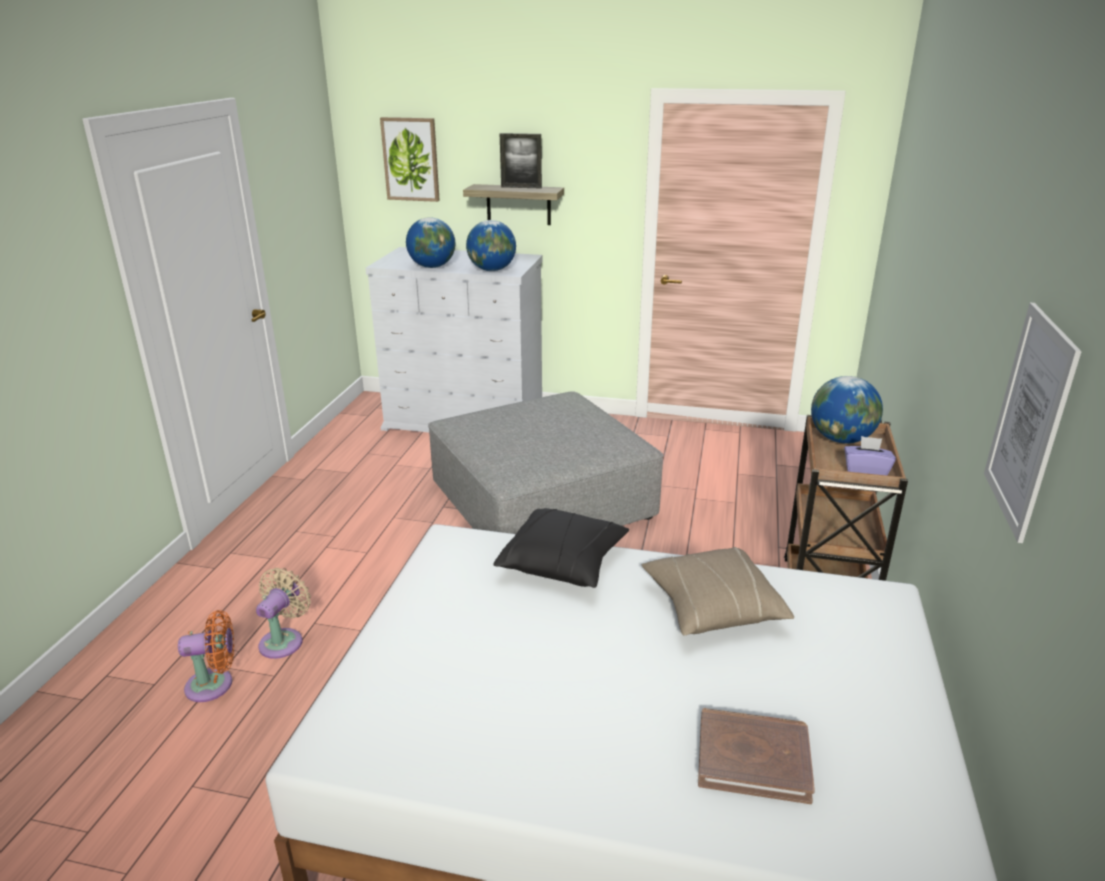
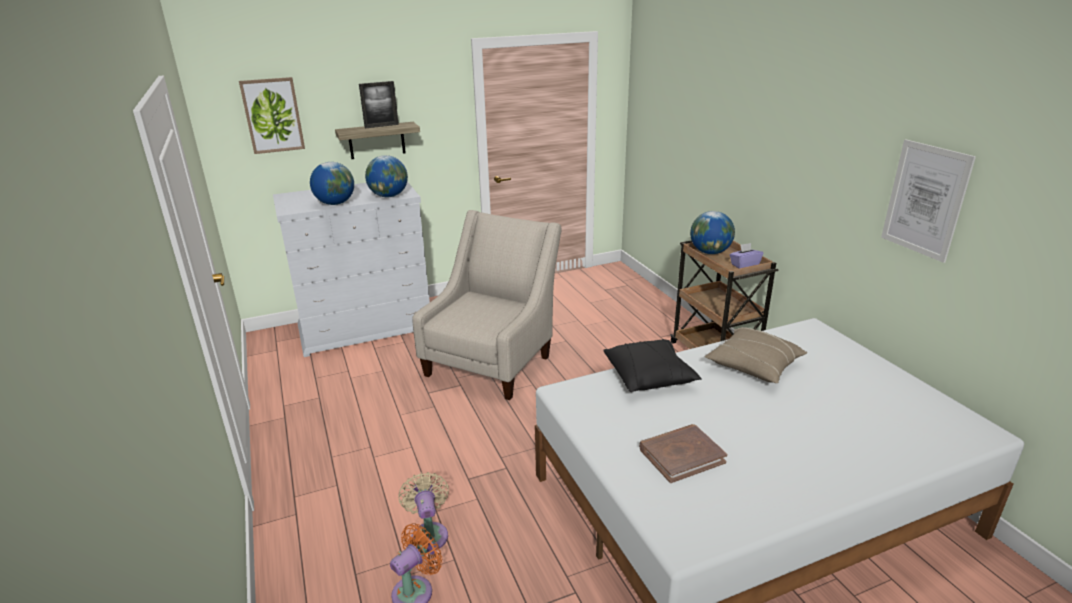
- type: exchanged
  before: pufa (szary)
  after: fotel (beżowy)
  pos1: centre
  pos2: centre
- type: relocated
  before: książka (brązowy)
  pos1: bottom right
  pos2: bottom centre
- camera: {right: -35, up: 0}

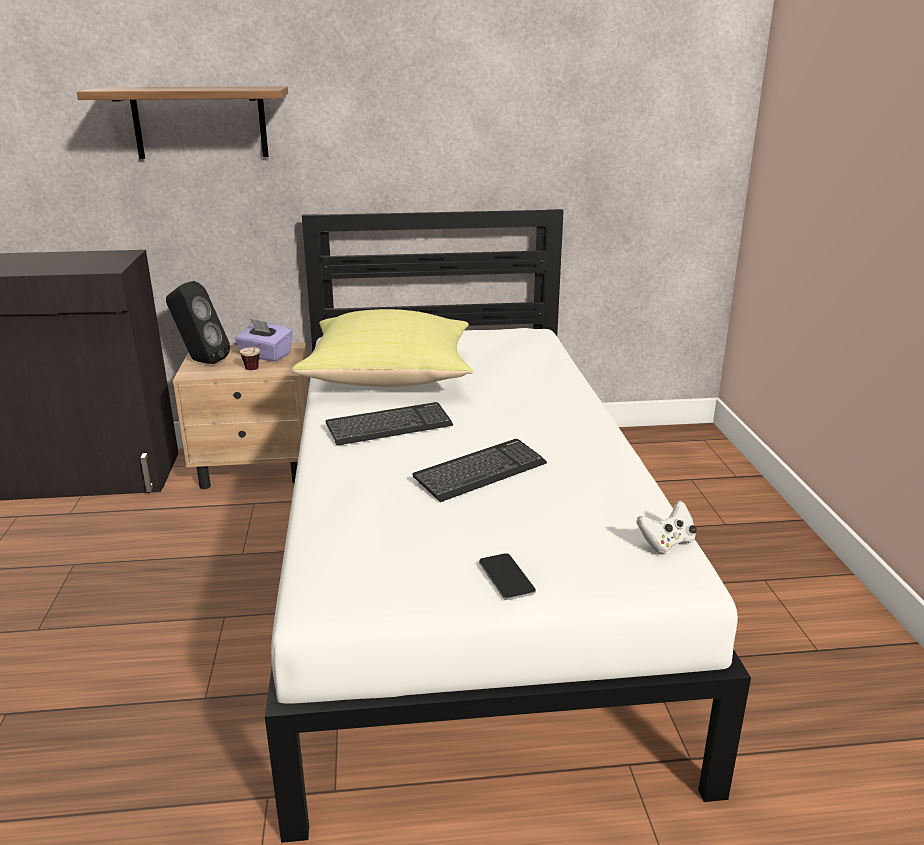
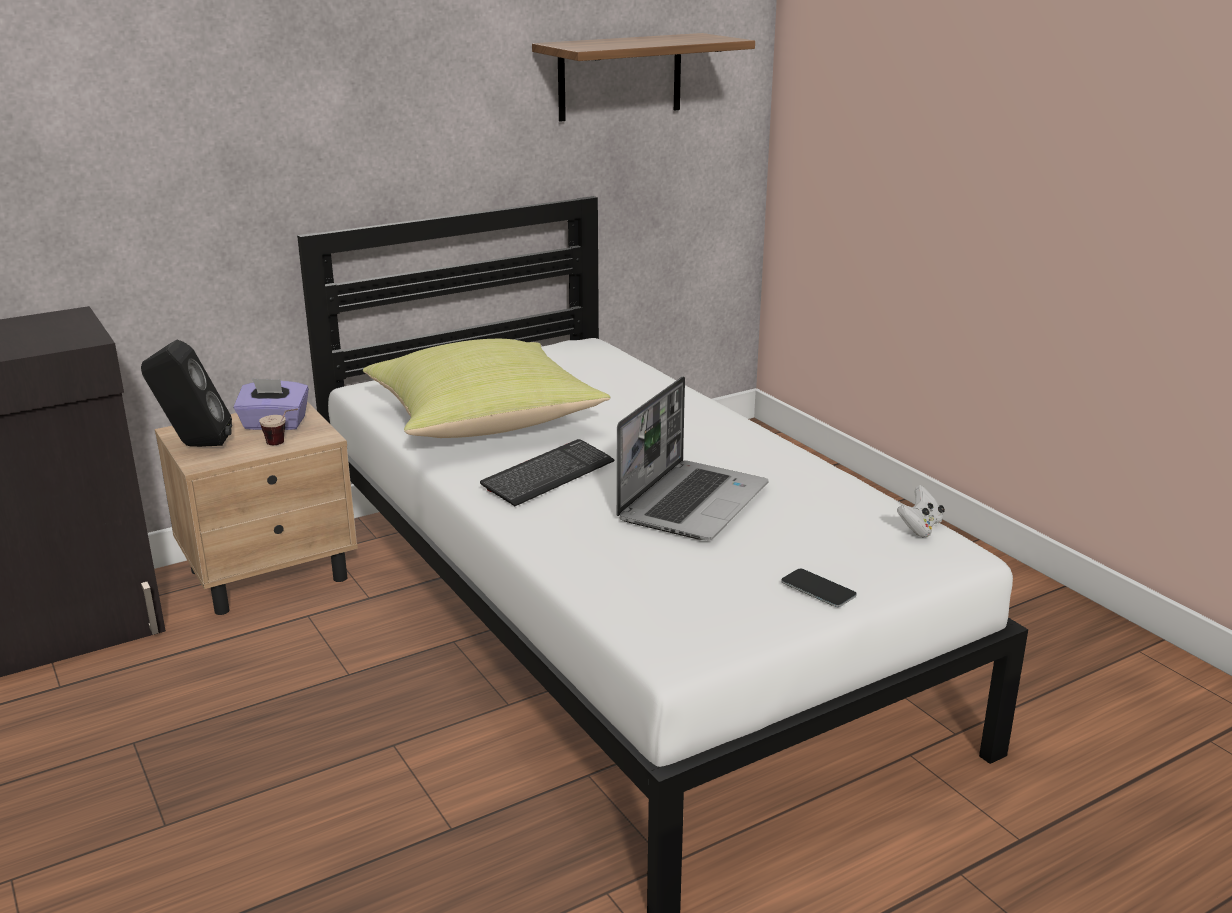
- type: relocated
  before: półka
  pos1: top left
  pos2: top centre
- type: exchanged
  before: klawiatura (no. 2 from left)
  after: laptop
  pos1: centre
  pos2: centre
- camera: {right: -25, up: 0}

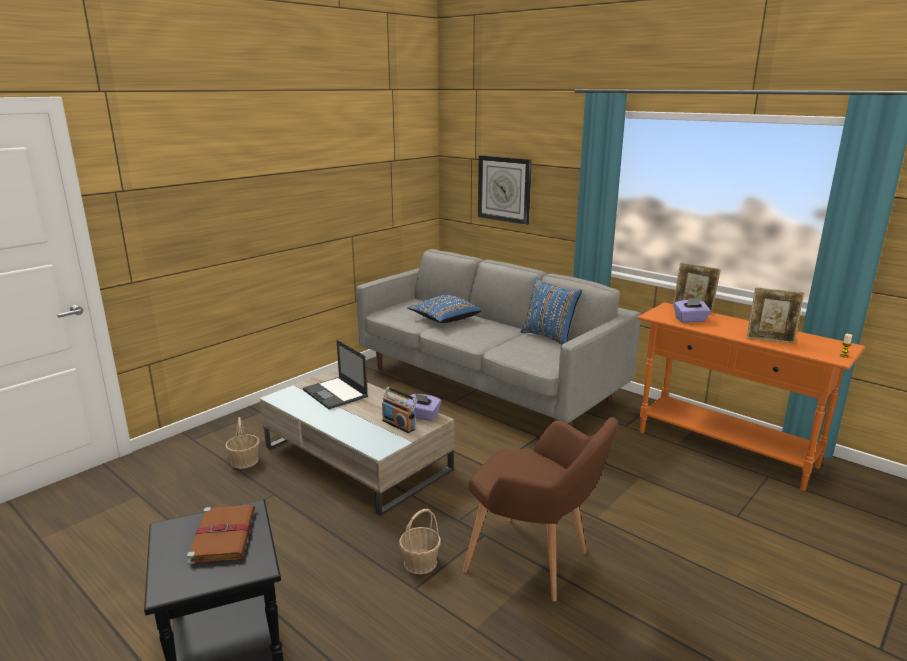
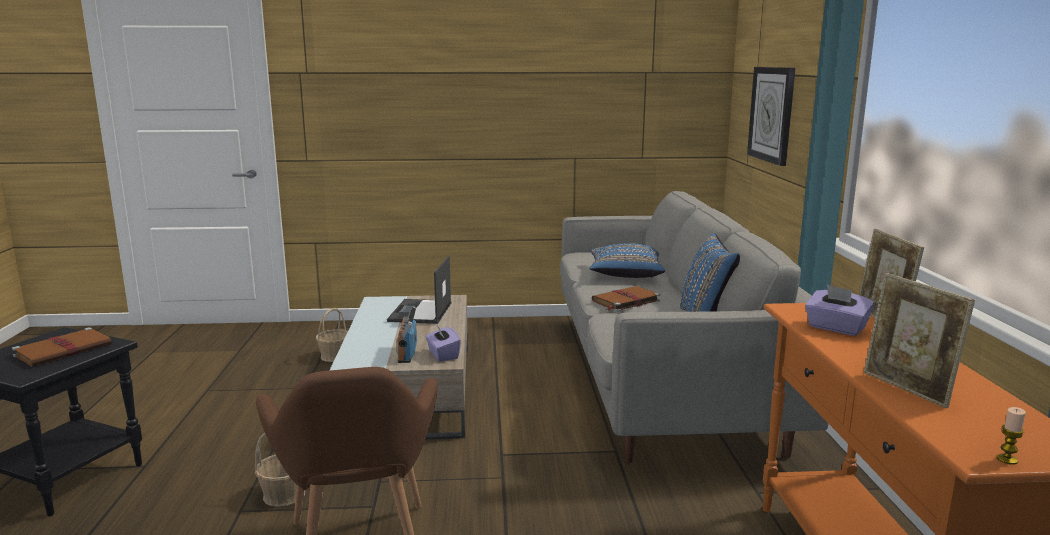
- type: appeared
  after: książka (brązowy) (no. 2 from left)
  pos2: centre
- camera: {right: 45, up: -5}

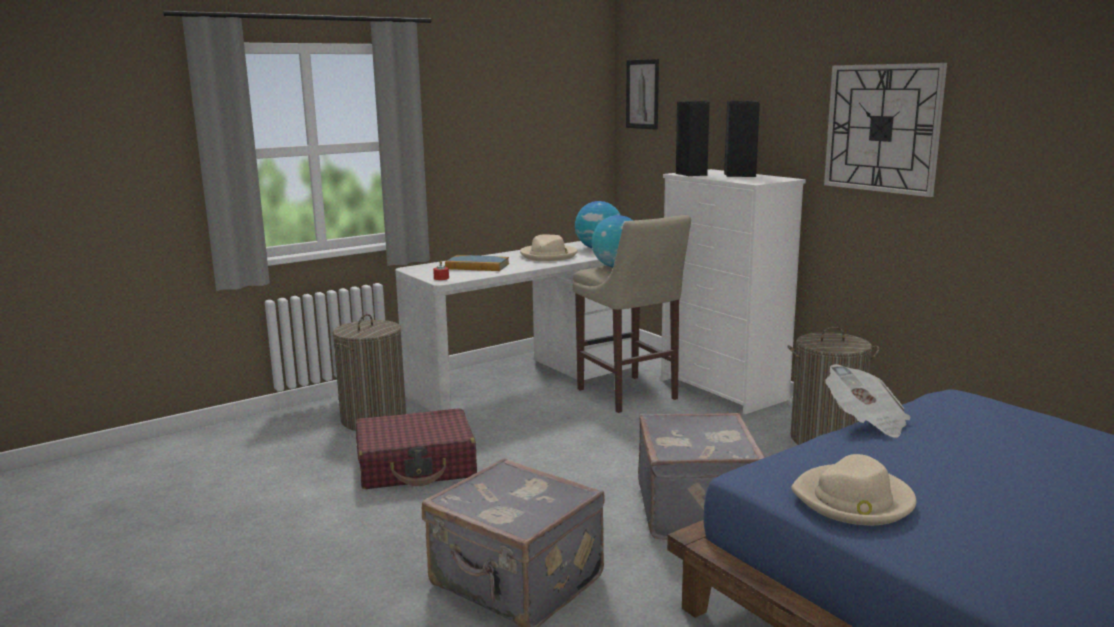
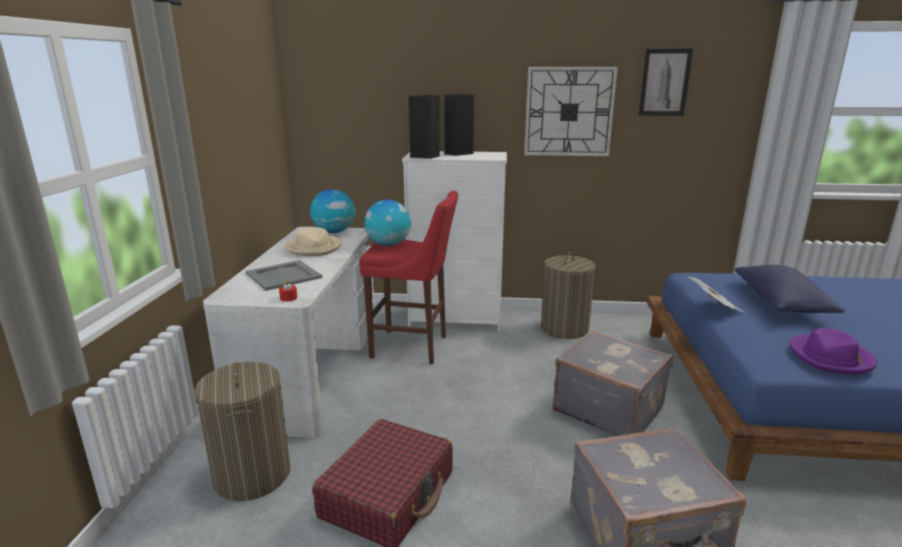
- type: exchanged
  before: książka
  after: taca (szary)
  pos1: centre
  pos2: middle left
- type: colour
  before: stołek (beżowy)
  after: stołek (czerwony)
  pos1: centre
  pos2: centre
- type: relocated
  before: obraz
  pos1: top centre
  pos2: top right
- type: appeared
  after: poduszka (niebieski)
  pos2: middle right
- type: colour
  before: kapelusz (beżowy) (no. 2 from left)
  after: kapelusz (fioletowy)
  pos1: bottom right
  pos2: middle right
- camera: {right: -50, up: 5}

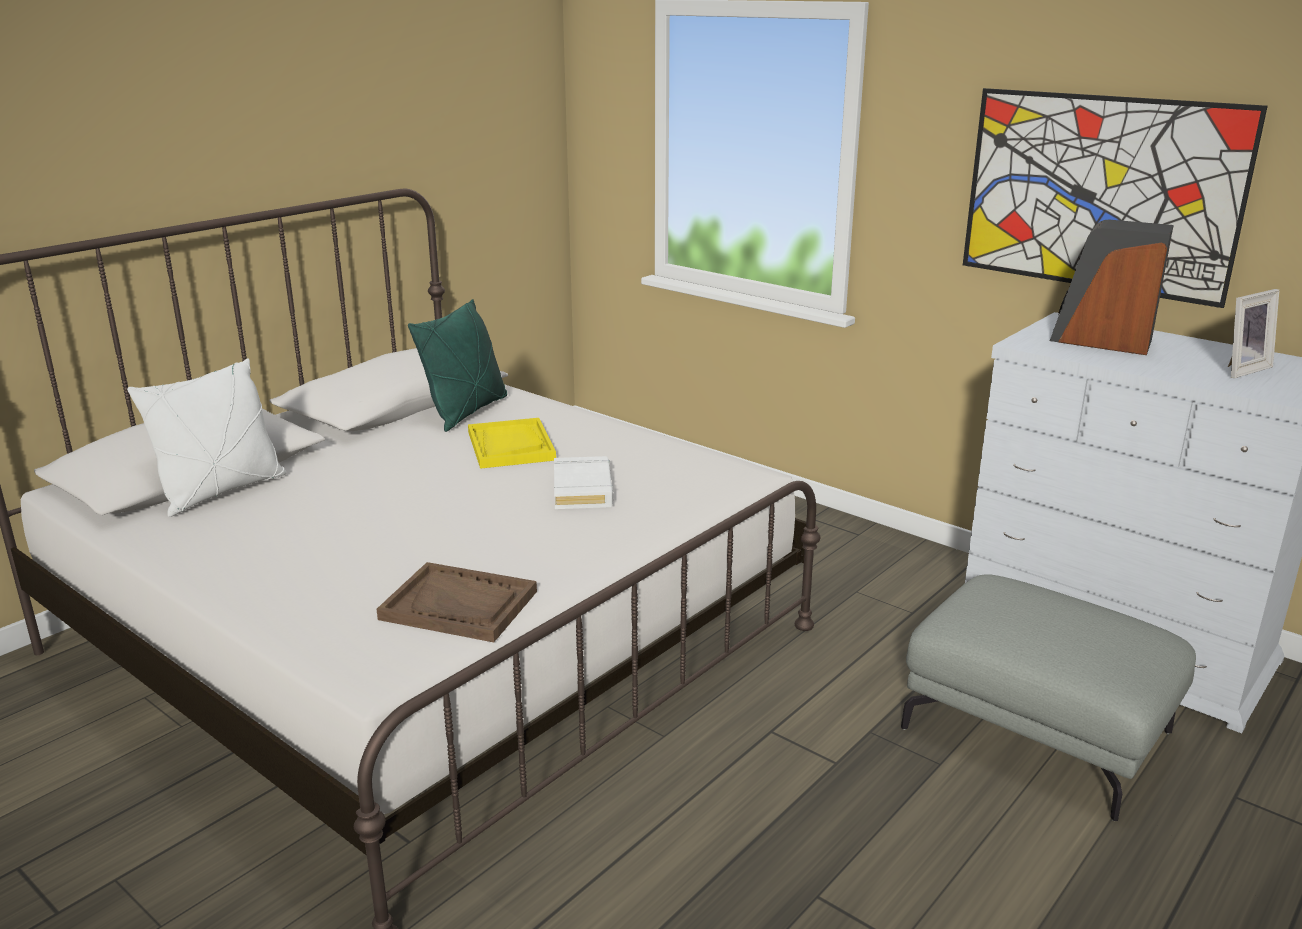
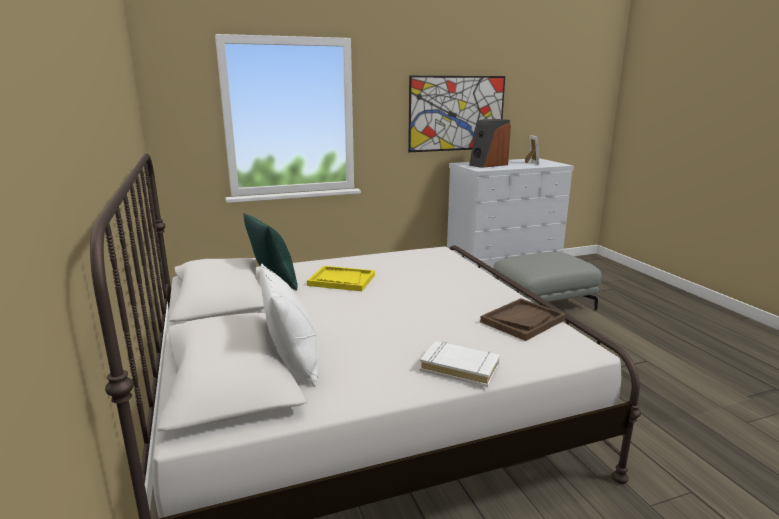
- type: relocated
  before: książka (biały)
  pos1: centre
  pos2: bottom centre
- camera: {right: -60, up: -5}

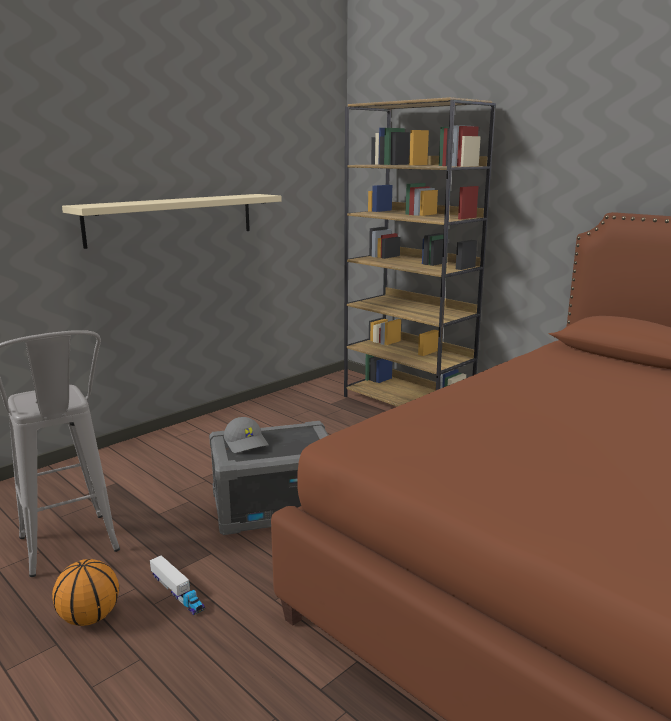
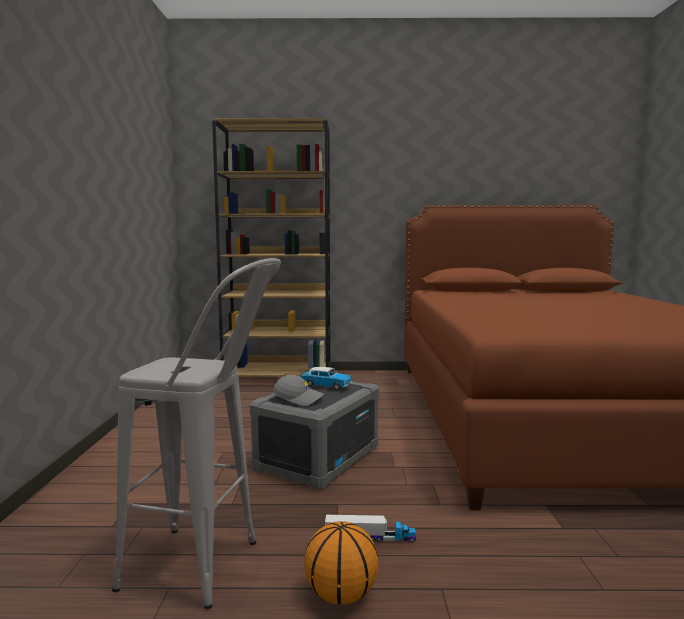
- type: appeared
  after: samochodzik
  pos2: centre
- type: missing
  before: półka (beżowy)
  pos1: top left
- camera: {right: -45, up: -10}

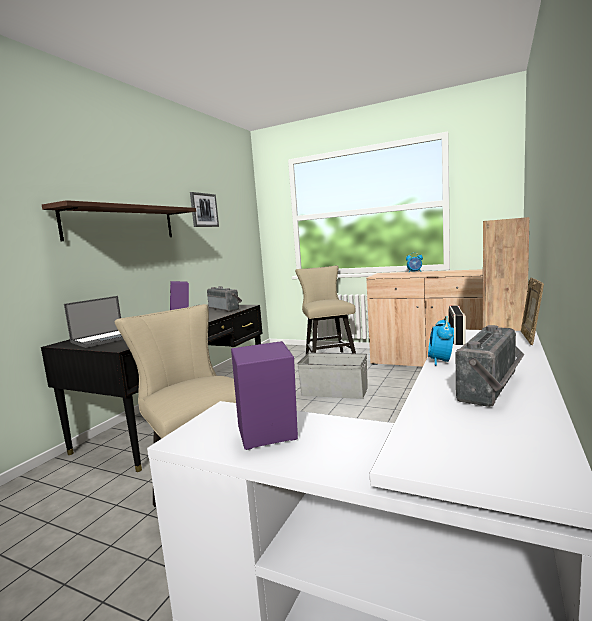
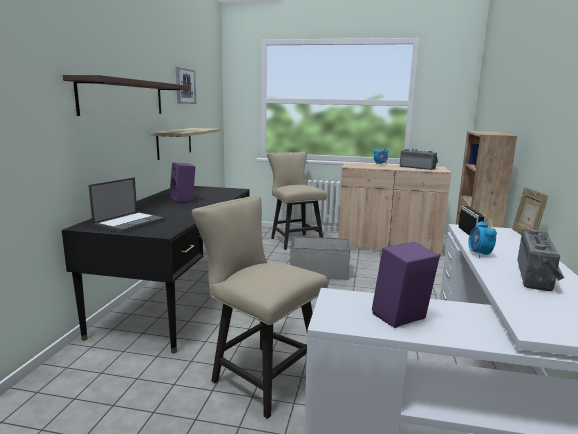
- type: appeared
  after: półka (no. 2 from left)
  pos2: top left
- type: relocated
  before: radio (no. 1 from left)
  pos1: centre
  pos2: middle right
- camera: {right: -15, up: 5}

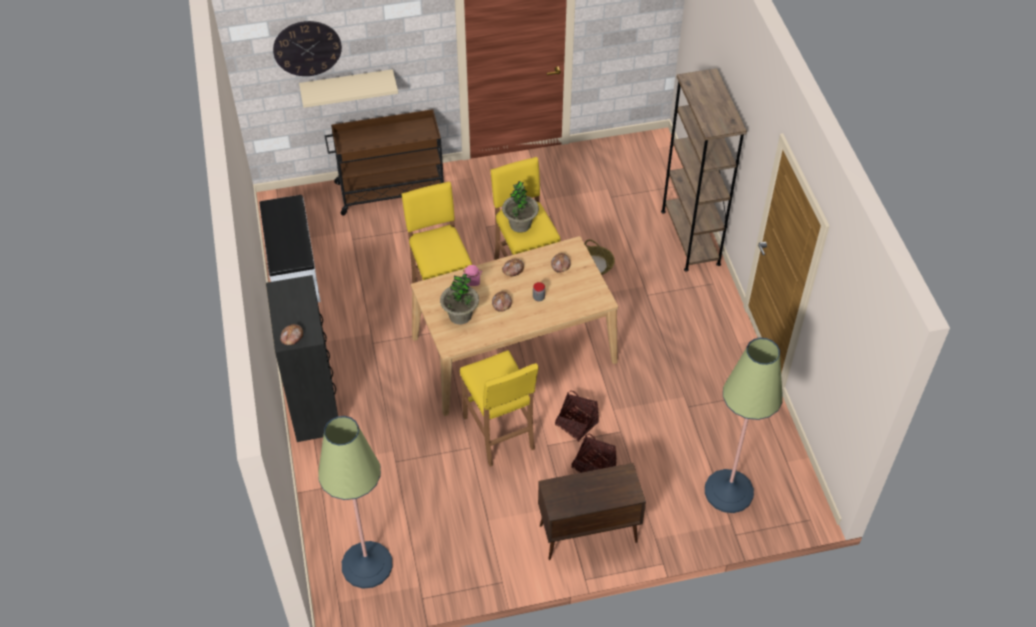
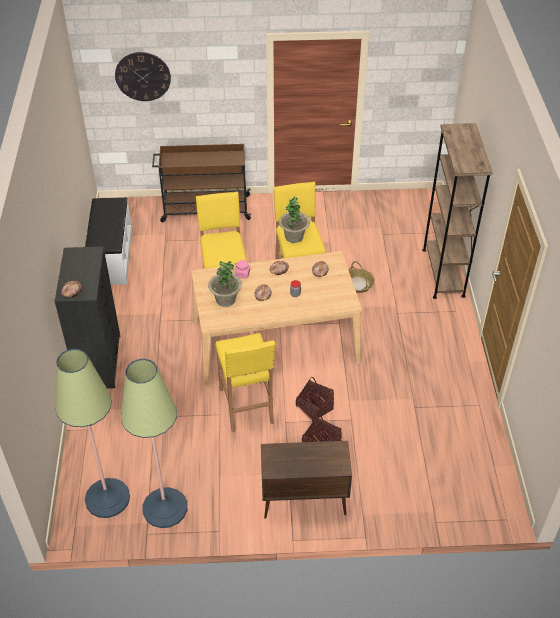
- type: relocated
  before: lampa stojąca (no. 2 from left)
  pos1: bottom right
  pos2: bottom left
- type: missing
  before: półka (beżowy)
  pos1: top centre
- camera: {right: 10, up: -5}

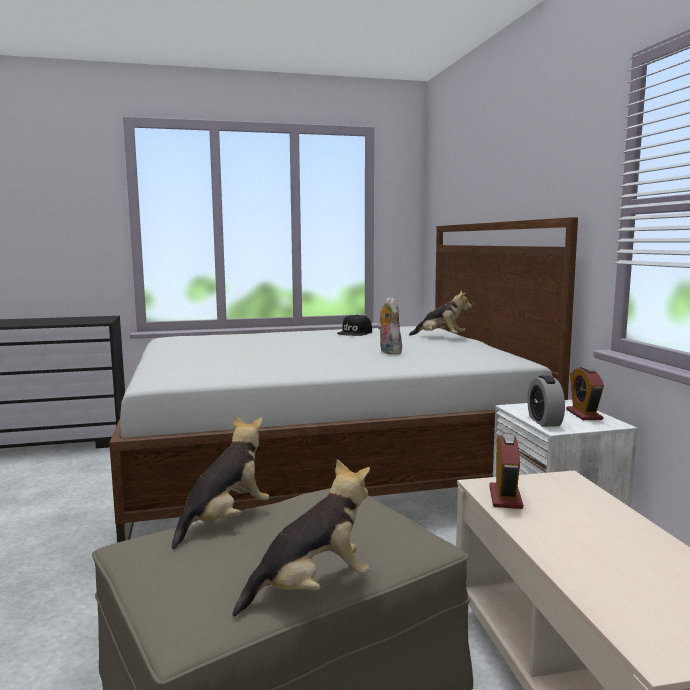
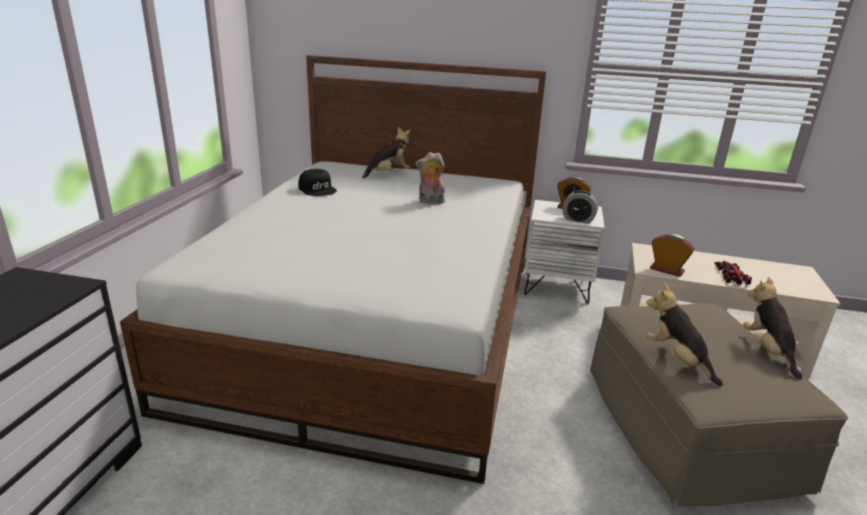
- type: appeared
  after: samochodzik
  pos2: middle right
- camera: {right: -65, up: 15}

